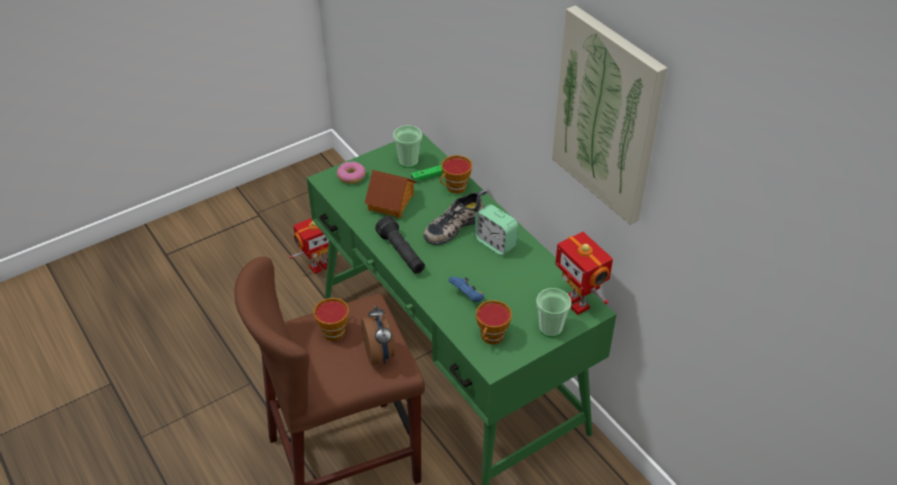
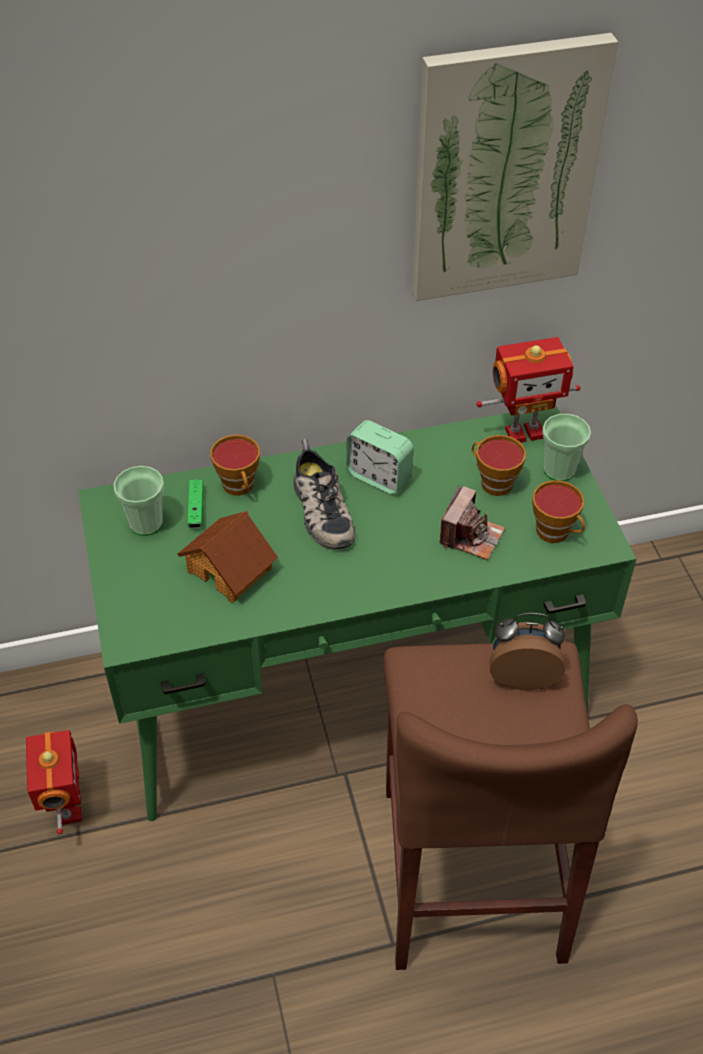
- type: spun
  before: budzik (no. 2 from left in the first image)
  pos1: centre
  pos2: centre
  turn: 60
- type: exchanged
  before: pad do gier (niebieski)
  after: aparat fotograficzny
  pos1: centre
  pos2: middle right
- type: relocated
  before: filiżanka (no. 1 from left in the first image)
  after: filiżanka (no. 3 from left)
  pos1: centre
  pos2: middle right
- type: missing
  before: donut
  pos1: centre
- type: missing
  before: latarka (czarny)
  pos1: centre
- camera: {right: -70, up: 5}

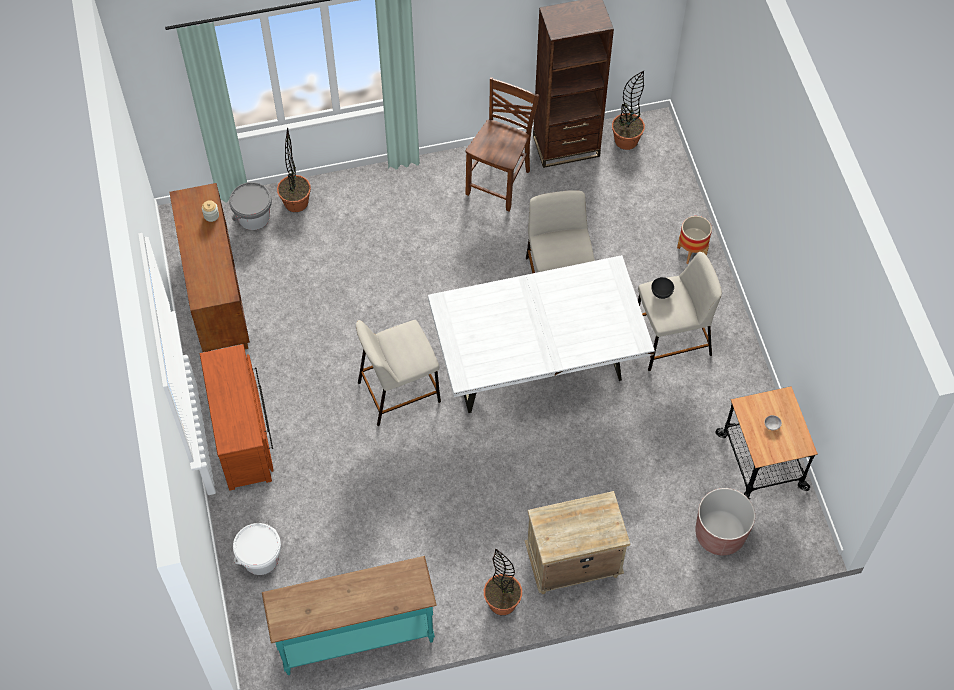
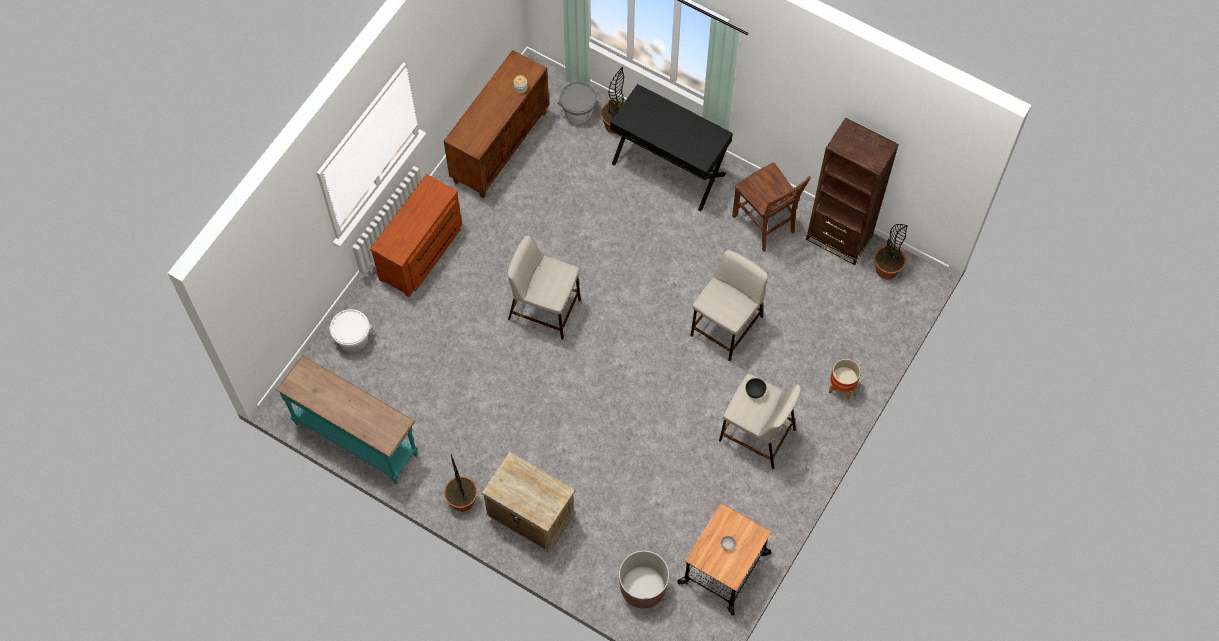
- type: appeared
  after: stolik konsolowy (czarny)
  pos2: top centre
- type: spun
  before: krzesło (brązowy)
  pos1: top centre
  pos2: top centre
  turn: 75
- type: missing
  before: stół jadalny (biały)
  pos1: centre
- camera: {right: 45, up: 5}

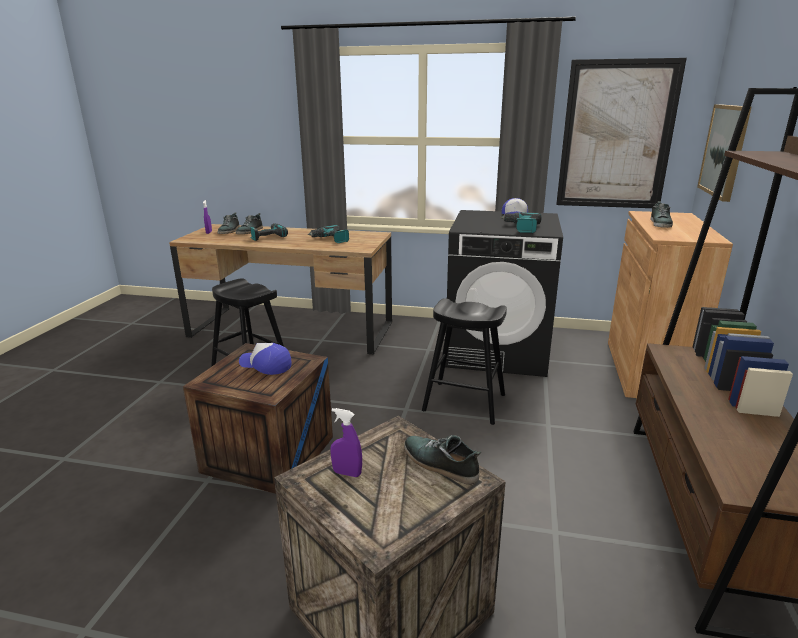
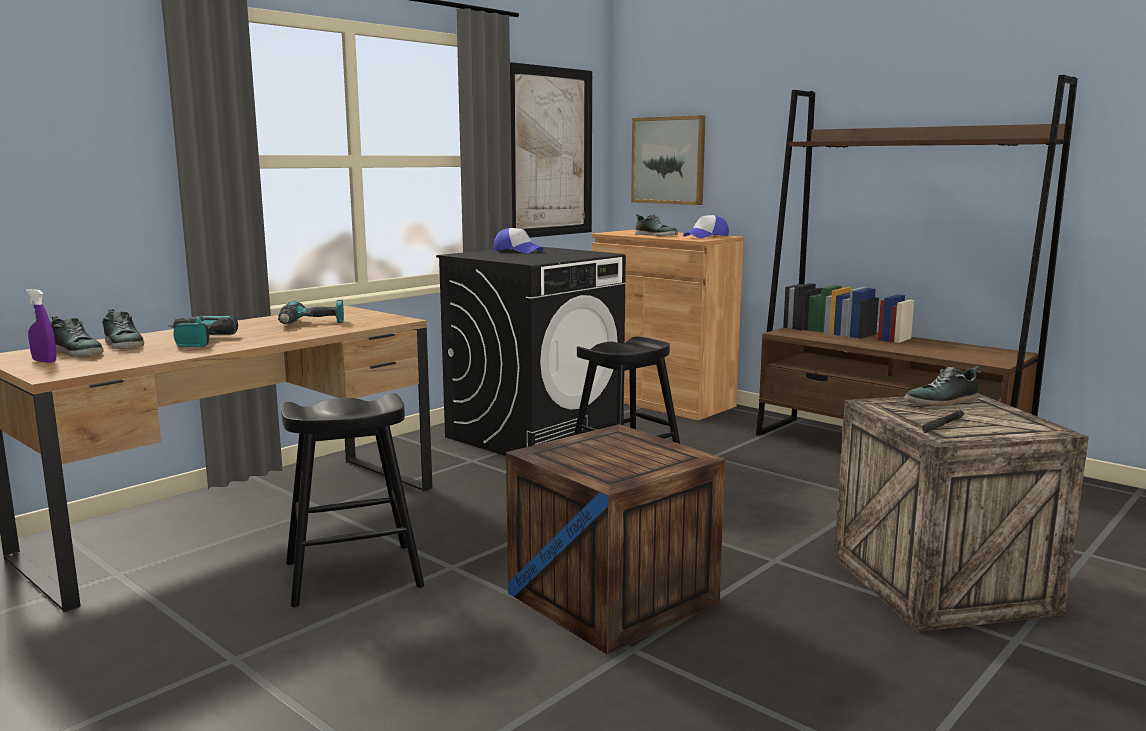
- type: relocated
  before: czapka z daszkiem (no. 1 from left in the first image)
  after: czapka z daszkiem (no. 2 from left)
  pos1: middle left
  pos2: top centre
- type: exchanged
  before: spryskiwacz (fioletowy) (no. 2 from left)
  after: latarka (czarny)
  pos1: bottom centre
  pos2: middle right
- type: missing
  before: wiertarka (no. 3 from left)
  pos1: centre
- camera: {right: -60, up: -10}

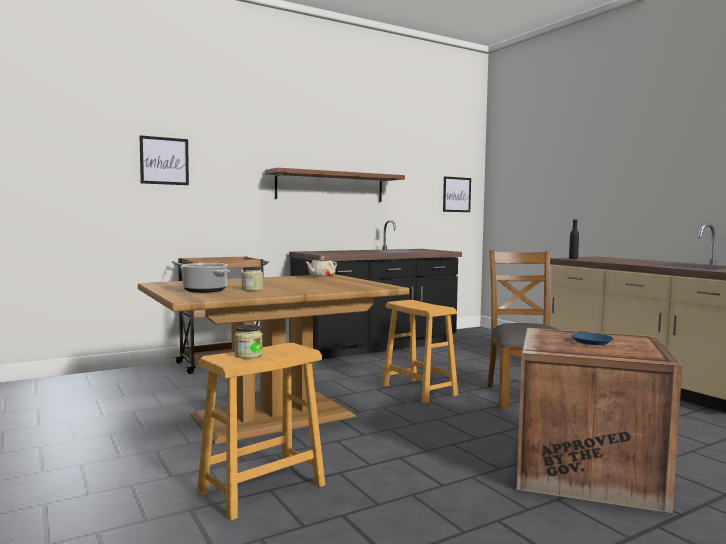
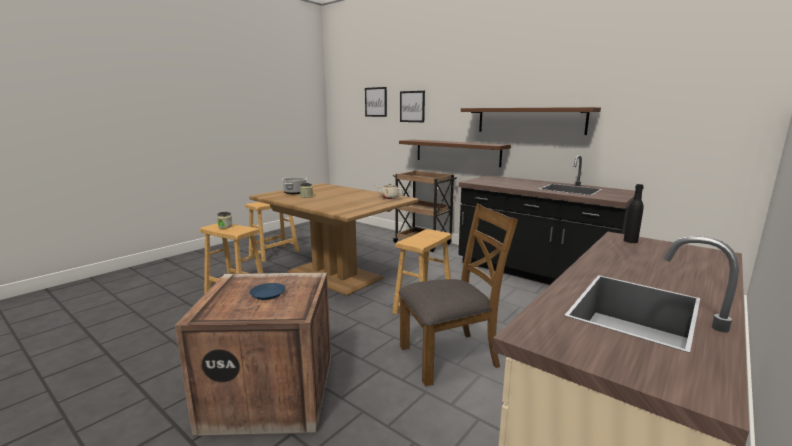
- type: appeared
  after: stołek (brązowy) (no. 2 from left)
  pos2: centre
- type: relocated
  before: obraz (no. 2 from left in the first image)
  after: obraz (no. 1 from left)
  pos1: centre
  pos2: top centre
- type: appeared
  after: półka (brązowy) (no. 1 from left)
  pos2: centre
- camera: {right: 70, up: 10}

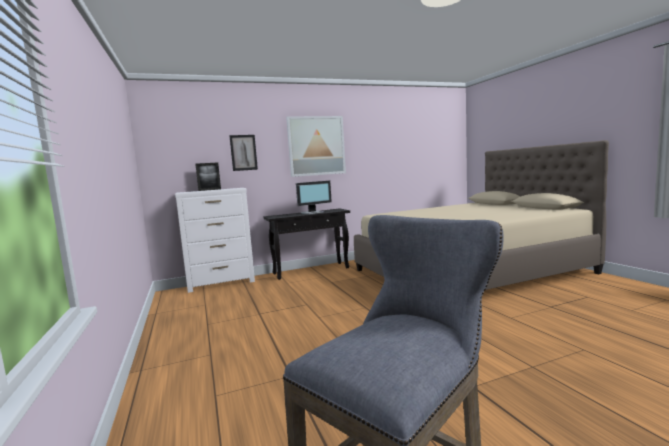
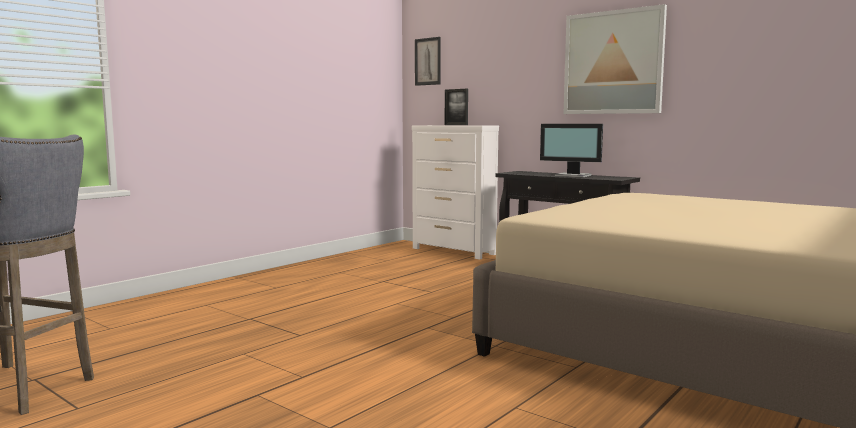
- type: relocated
  before: obraz (no. 1 from left)
  pos1: centre
  pos2: top centre
- camera: {right: 60, up: 0}

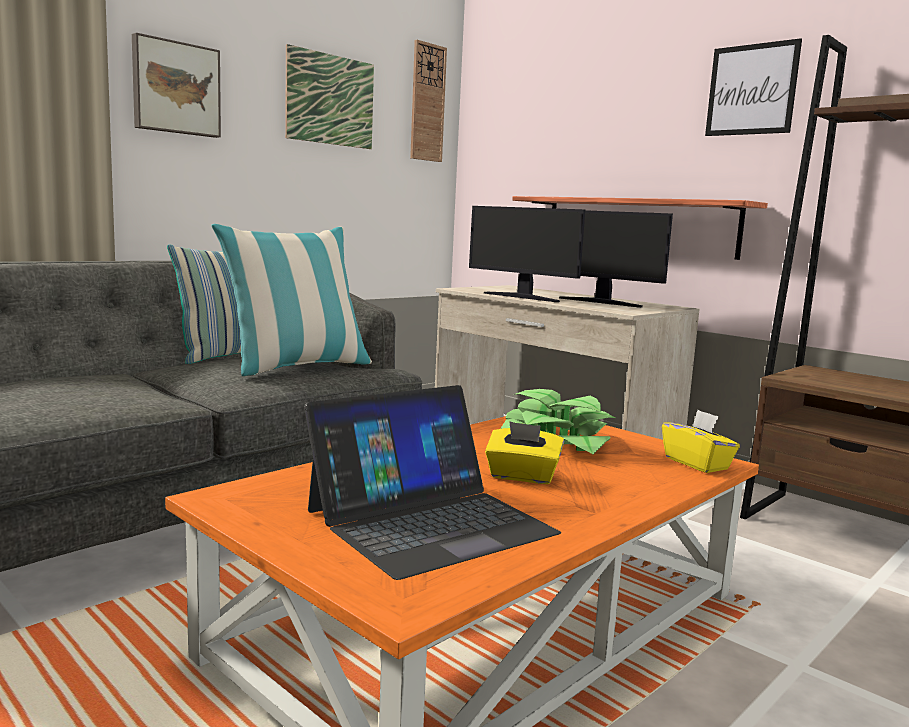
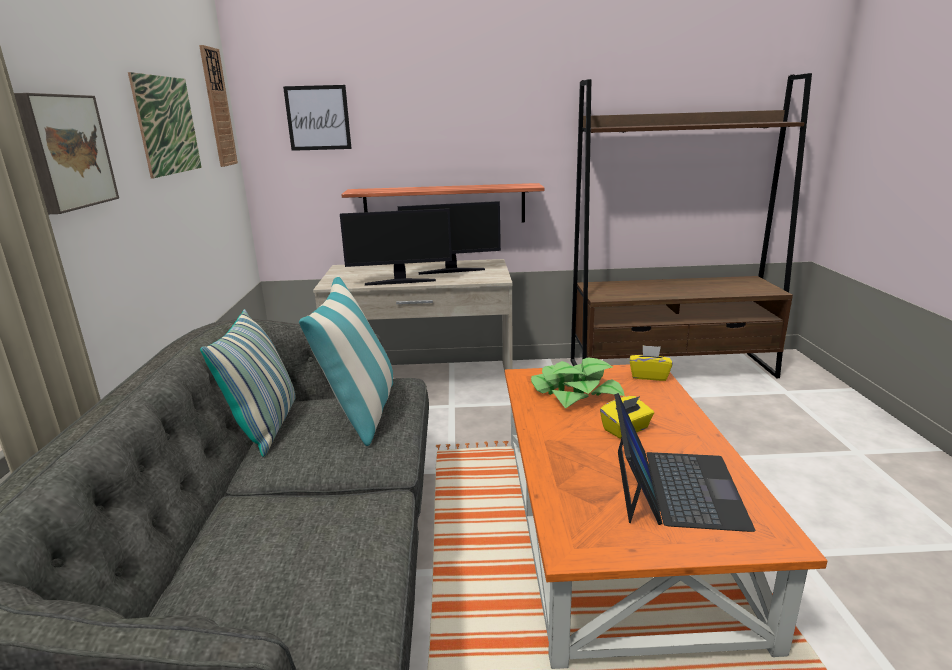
- type: relocated
  before: obraz (no. 3 from left)
  pos1: top right
  pos2: top left
- camera: {right: -45, up: 10}

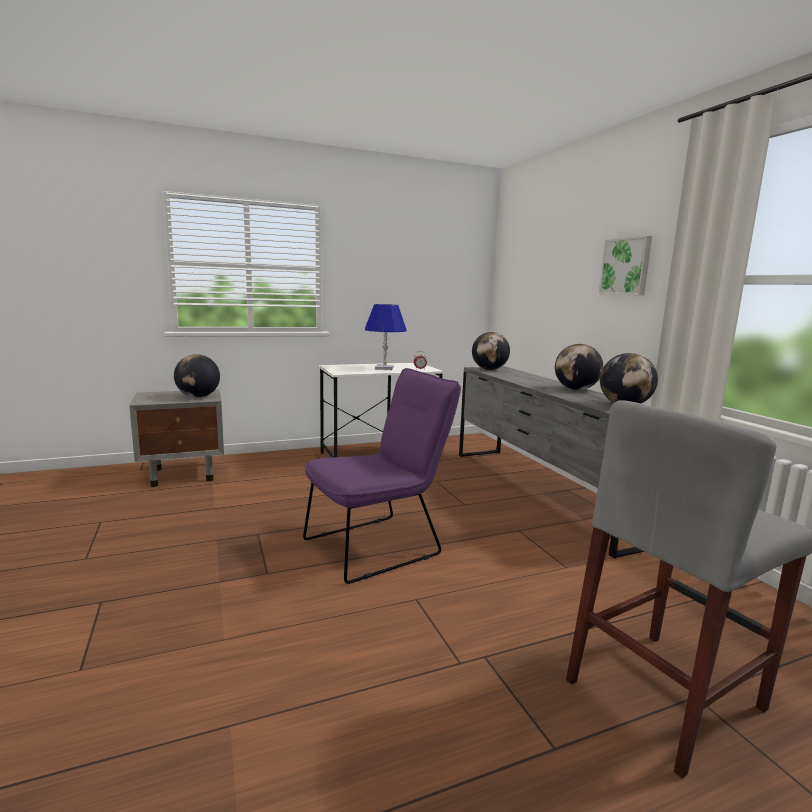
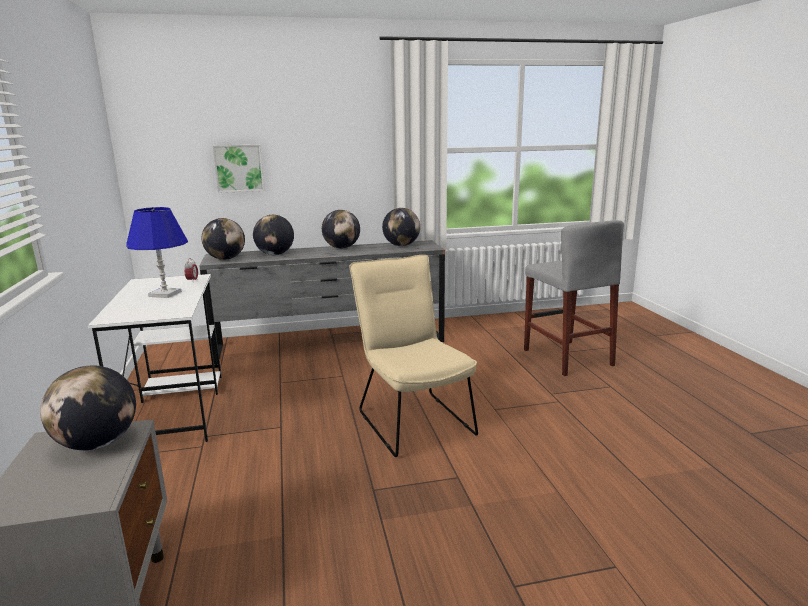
- type: relocated
  before: obraz
  pos1: top right
  pos2: top left
- type: appeared
  after: globus (no. 3 from left)
  pos2: centre
- type: colour
  before: krzesło (fioletowy)
  after: krzesło (beżowy)
  pos1: centre
  pos2: centre
- camera: {right: -80, up: 5}

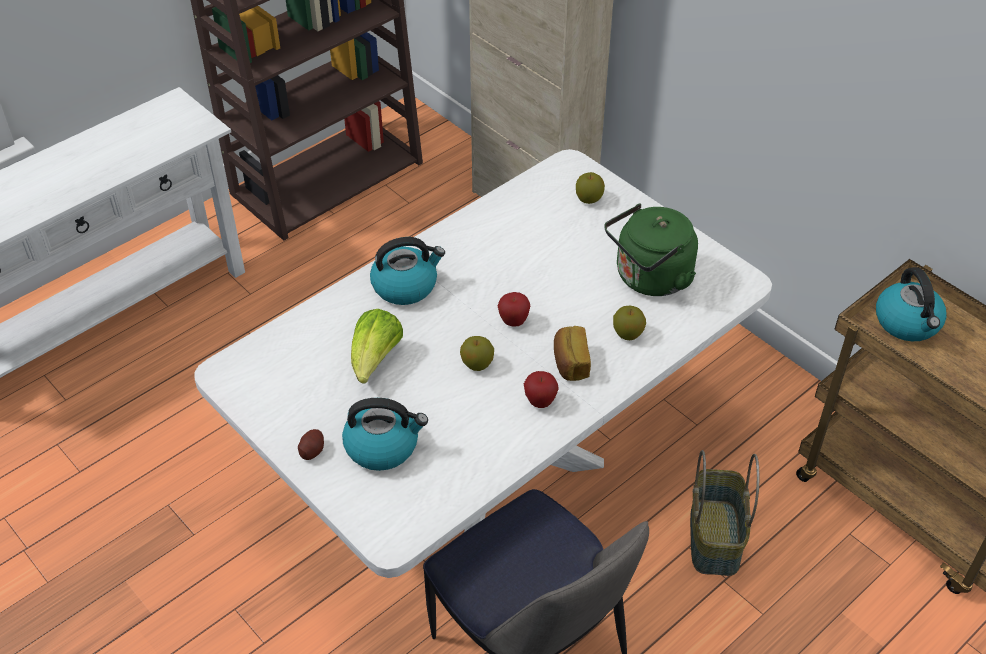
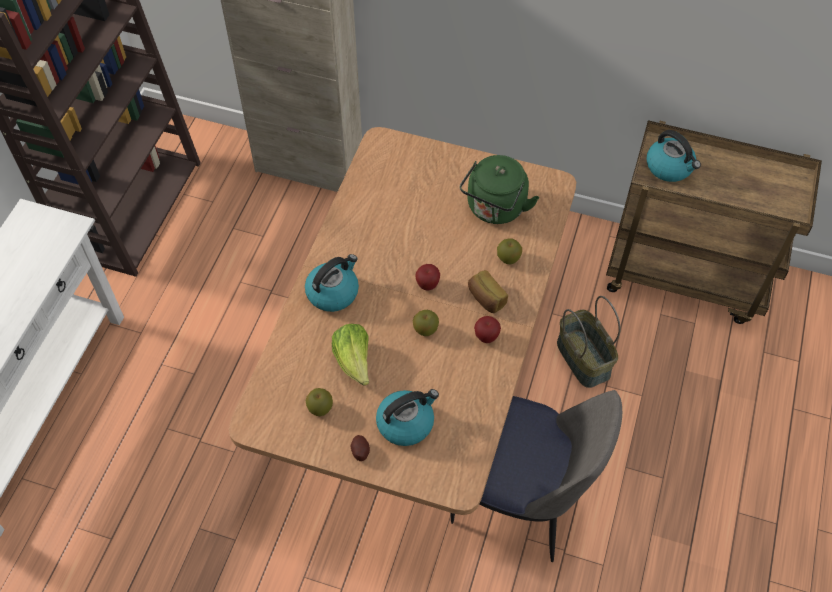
- type: colour
  before: stół jadalny (biały)
  after: stół jadalny (brązowy)
  pos1: centre
  pos2: centre
- type: relocated
  before: jabłko (no. 4 from left in the first image)
  after: jabłko (no. 1 from left)
  pos1: top centre
  pos2: bottom centre
- camera: {right: -30, up: 10}

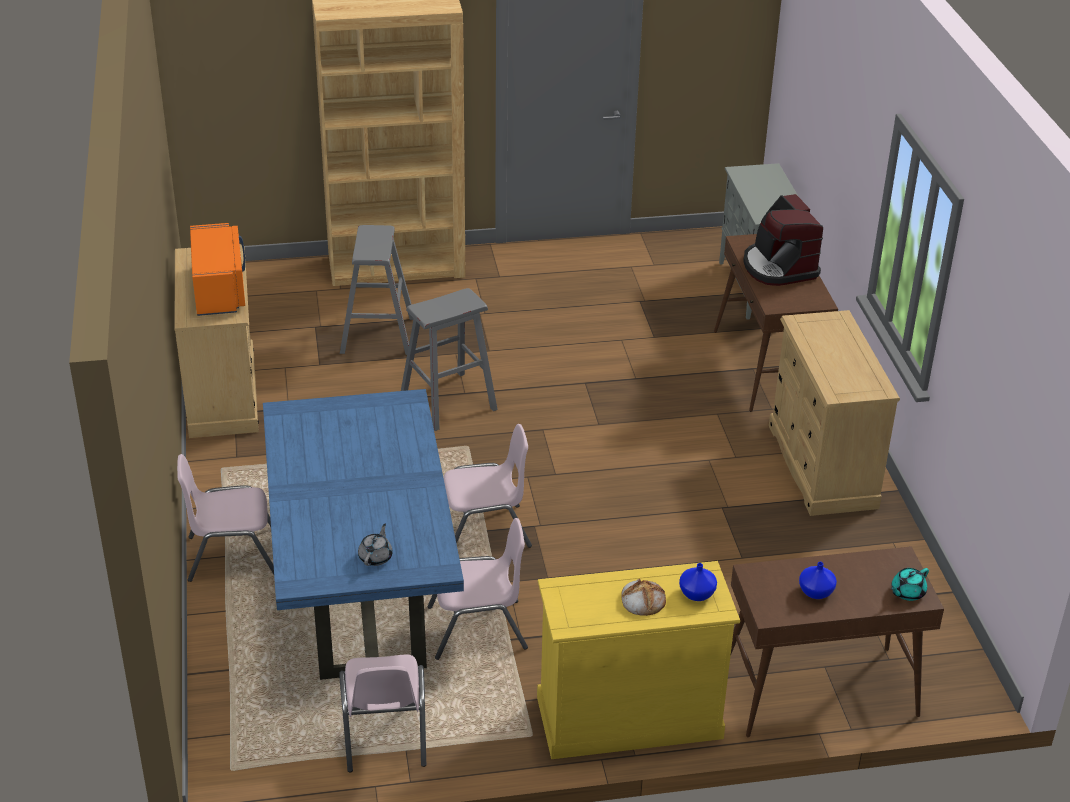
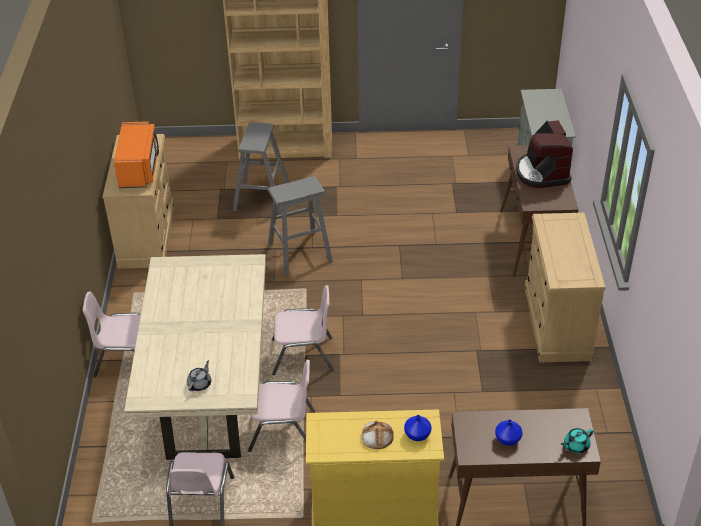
- type: colour
  before: stół jadalny (niebieski)
  after: stół jadalny (beżowy)
  pos1: centre
  pos2: bottom left
- camera: {right: 10, up: 5}

